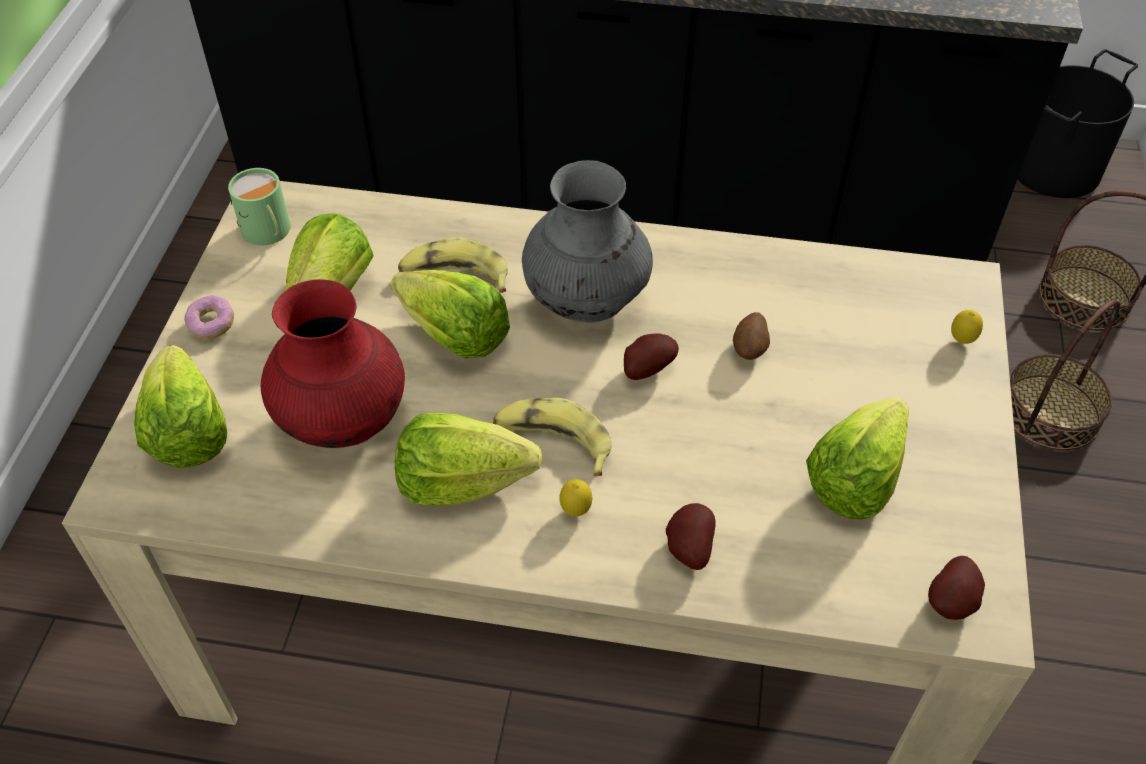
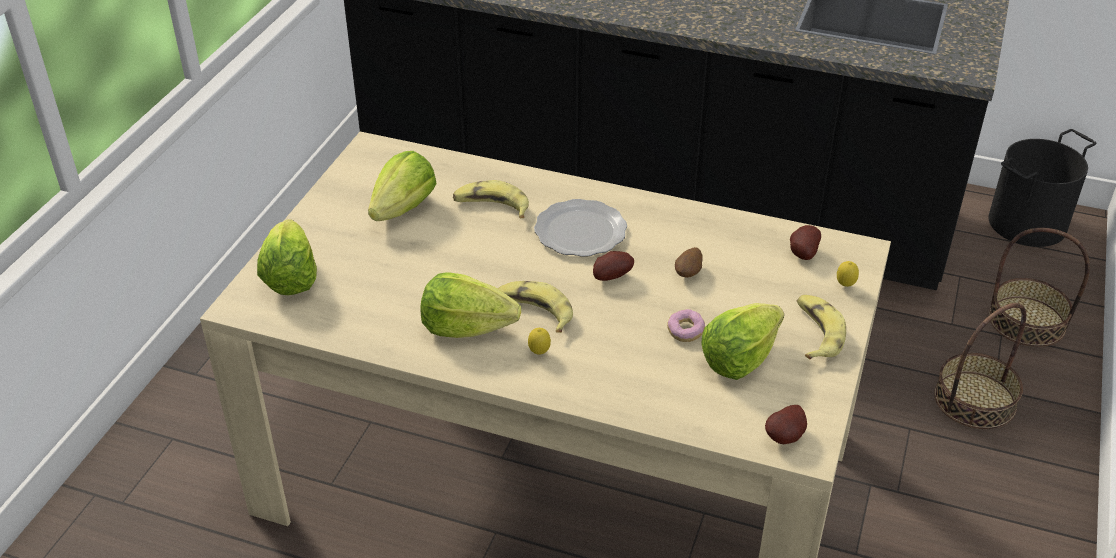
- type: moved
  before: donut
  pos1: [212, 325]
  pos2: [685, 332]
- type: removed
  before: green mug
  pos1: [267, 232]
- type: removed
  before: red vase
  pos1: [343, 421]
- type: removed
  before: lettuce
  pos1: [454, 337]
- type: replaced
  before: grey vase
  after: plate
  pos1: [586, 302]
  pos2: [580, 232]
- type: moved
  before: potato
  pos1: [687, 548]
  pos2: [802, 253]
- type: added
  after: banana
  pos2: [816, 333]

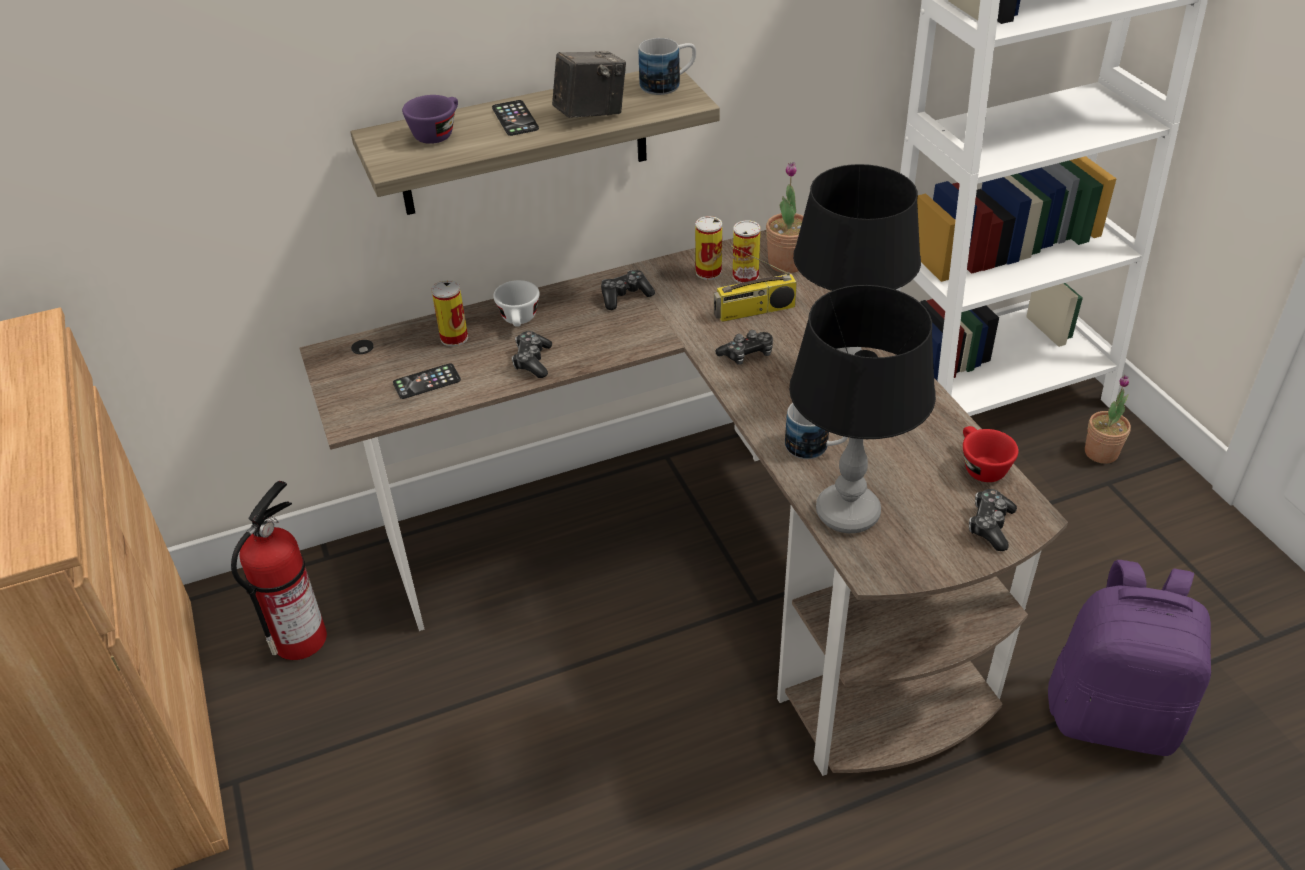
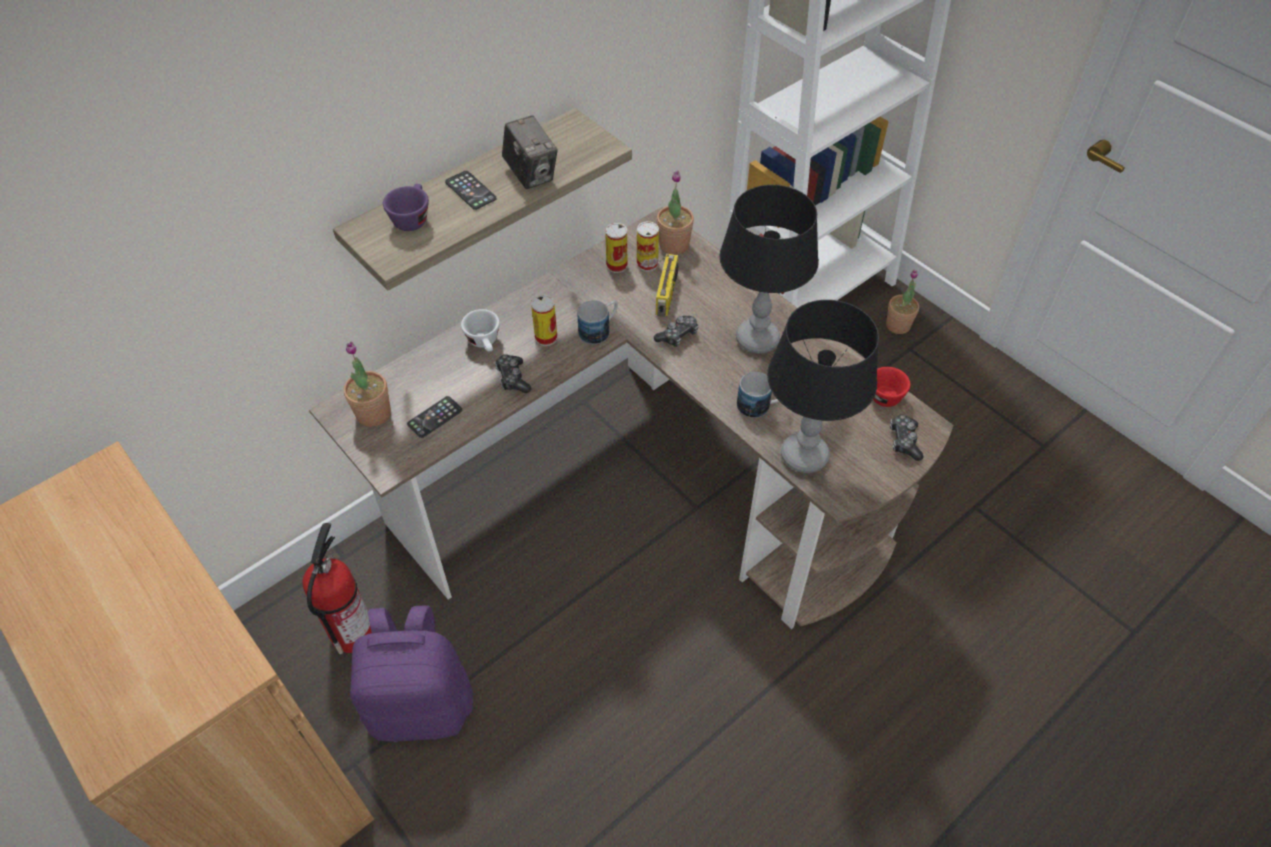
- type: moved
  before: can
  pos1: [454, 338]
  pos2: [546, 337]
- type: turned
  before: photo camera
  pos1: [590, 114]
  pos2: [531, 174]
  turn: 105
- type: removed
  before: game controller
  pos1: [625, 296]
- type: moved
  before: mug
  pos1: [668, 84]
  pos2: [599, 330]
- type: turned
  before: radio
  pos1: [754, 311]
  pos2: [667, 295]
  turn: -45
- type: moved
  before: purple backpack
  pos1: [1113, 715]
  pos2: [422, 705]
- type: added
  after: potted plant
  pos2: [373, 413]

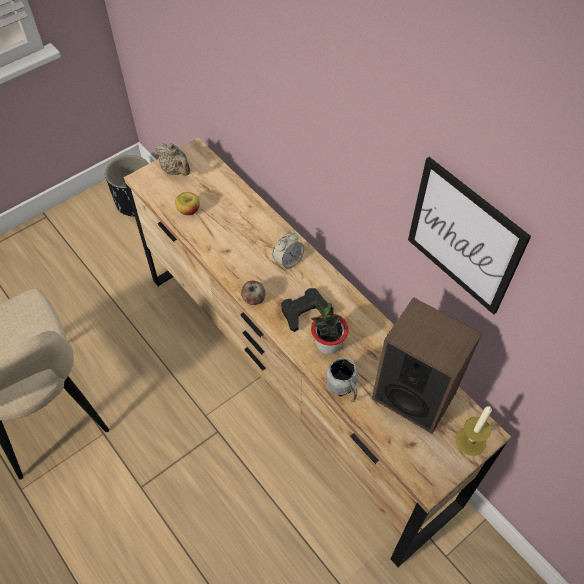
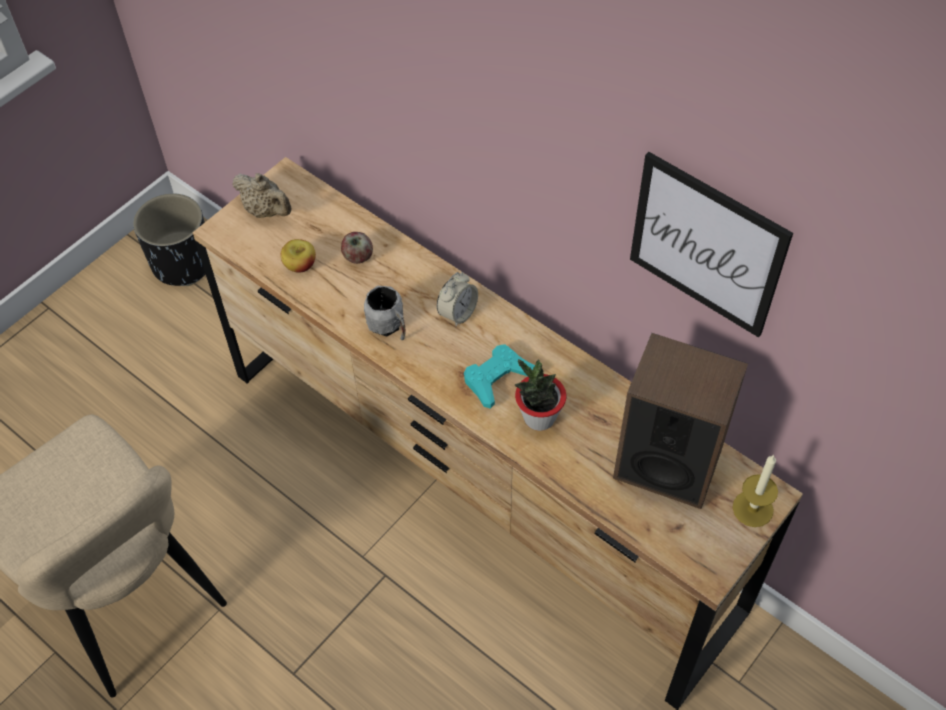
- type: moved
  before: apple
  pos1: [253, 299]
  pos2: [358, 257]
- type: recoloured
  before: black game controller
  after: turquoise game controller
  pos1: [305, 311]
  pos2: [497, 378]
- type: moved
  before: grey mug
  pos1: [343, 389]
  pos2: [389, 327]

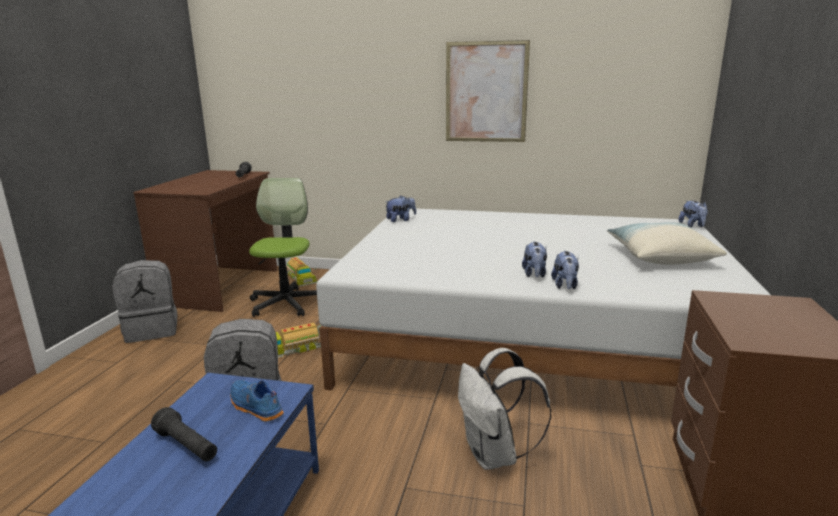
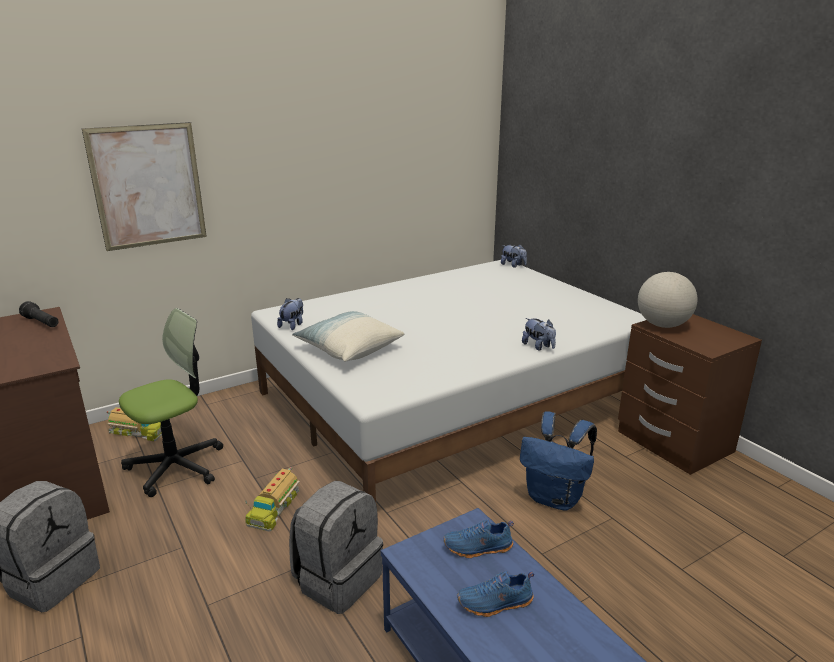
- type: replaced
  before: black flashlight
  after: blue shoe
  pos1: [187, 446]
  pos2: [495, 604]
- type: turned
  before: office chair
  pos1: [286, 303]
  pos2: [176, 466]
  turn: 90
- type: moved
  before: picture
  pos1: [486, 92]
  pos2: [148, 186]
- type: recoloured
  before: white backpack
  after: blue backpack
  pos1: [494, 455]
  pos2: [555, 498]
- type: removed
  before: plush toy
  pos1: [534, 274]
- type: moved
  before: pillow
  pos1: [660, 257]
  pos2: [348, 349]
- type: added
  after: globe
  pos2: [662, 325]

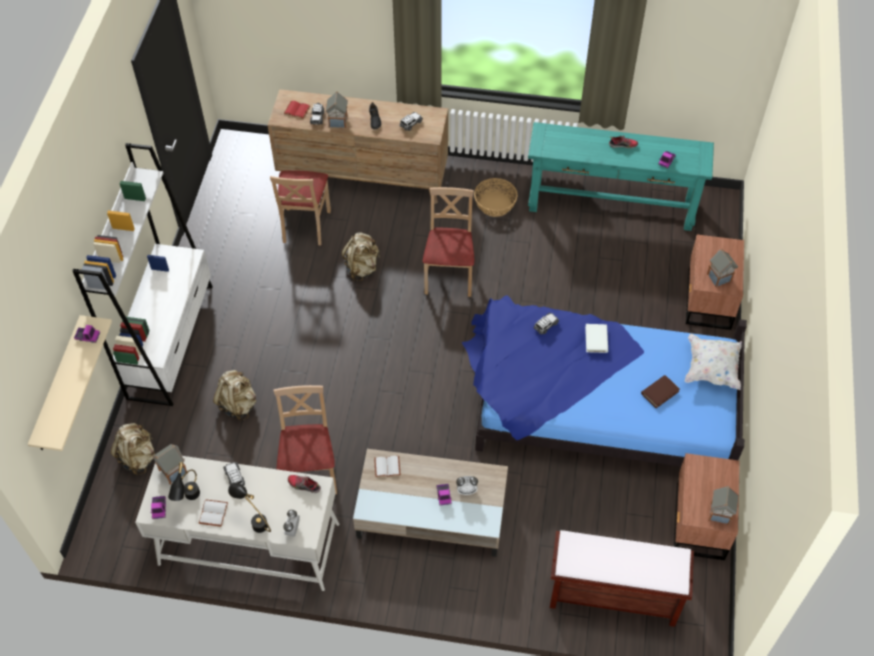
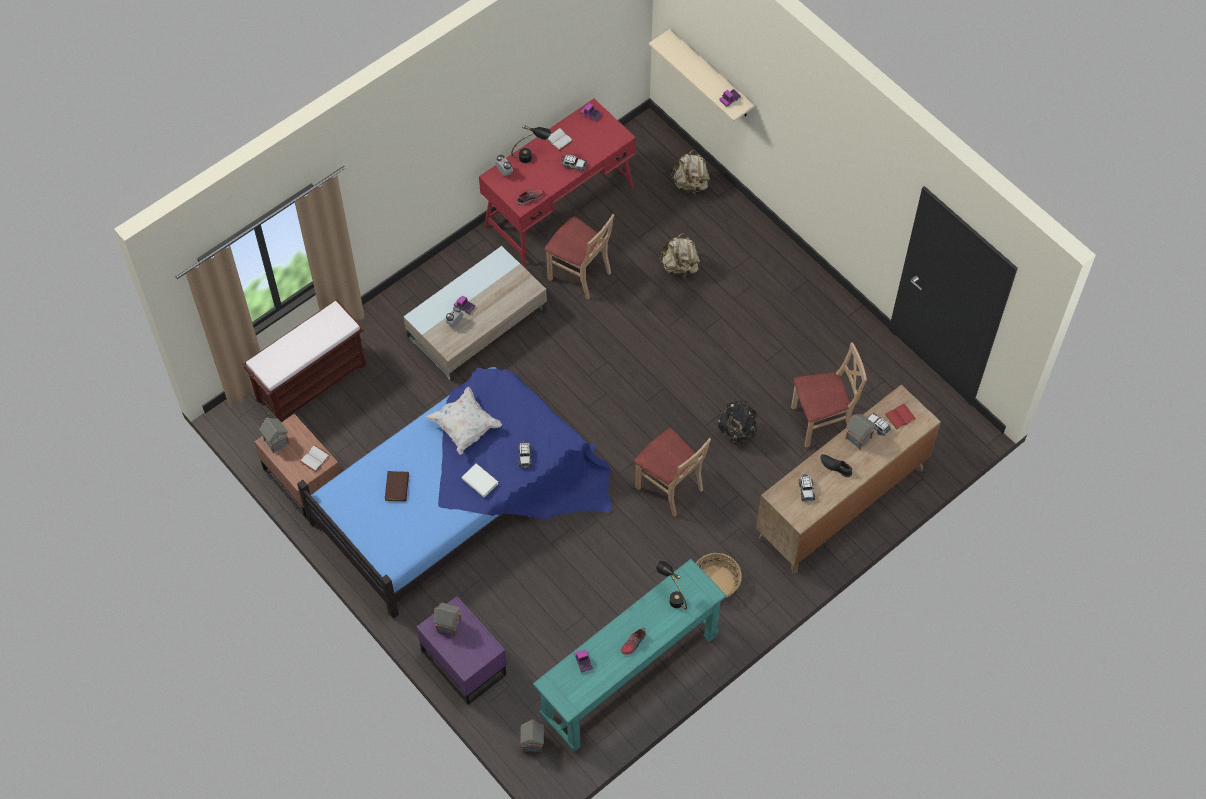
- type: removed
  before: white bookcase
  pos1: [171, 340]
- type: recoloured
  before: white desk
  after: red desk
  pos1: [249, 543]
  pos2: [560, 207]
- type: moved
  before: toy house
  pos1: [173, 471]
  pos2: [533, 743]
- type: moved
  before: black table lamp
  pos1: [189, 500]
  pos2: [672, 596]
- type: turned
  before: beige chair
  pos1: [305, 225]
  pos2: [821, 421]
  turn: 120
- type: recoloured
  before: beige backpack
  after: black backpack
  pos1: [362, 268]
  pos2: [737, 431]
- type: moved
  before: white book
  pos1: [387, 466]
  pos2: [315, 459]
- type: moved
  before: white pillow
  pos1: [712, 369]
  pos2: [465, 426]
- type: recoloured
  before: brown nightstand
  after: purple nightstand
  pos1: [707, 300]
  pos2: [464, 661]

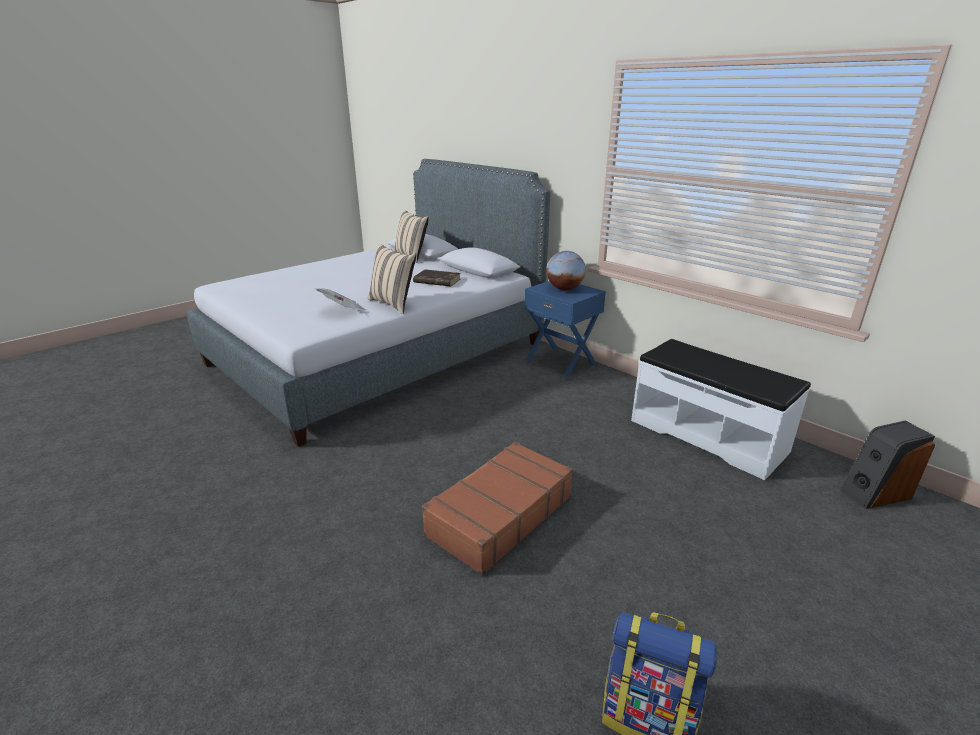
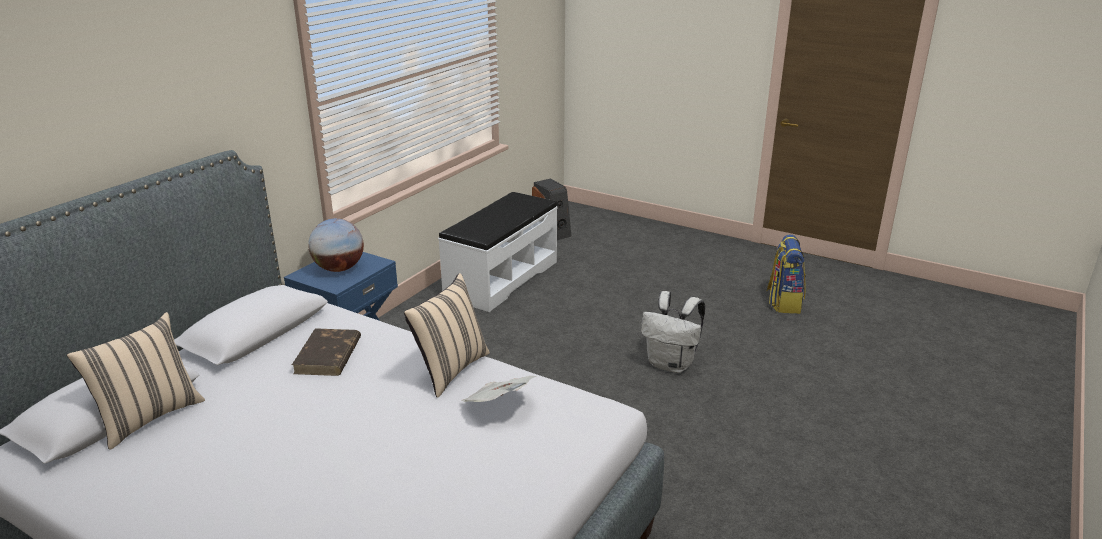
- type: replaced
  before: brown suitcase
  after: white backpack
  pos1: [499, 515]
  pos2: [671, 364]

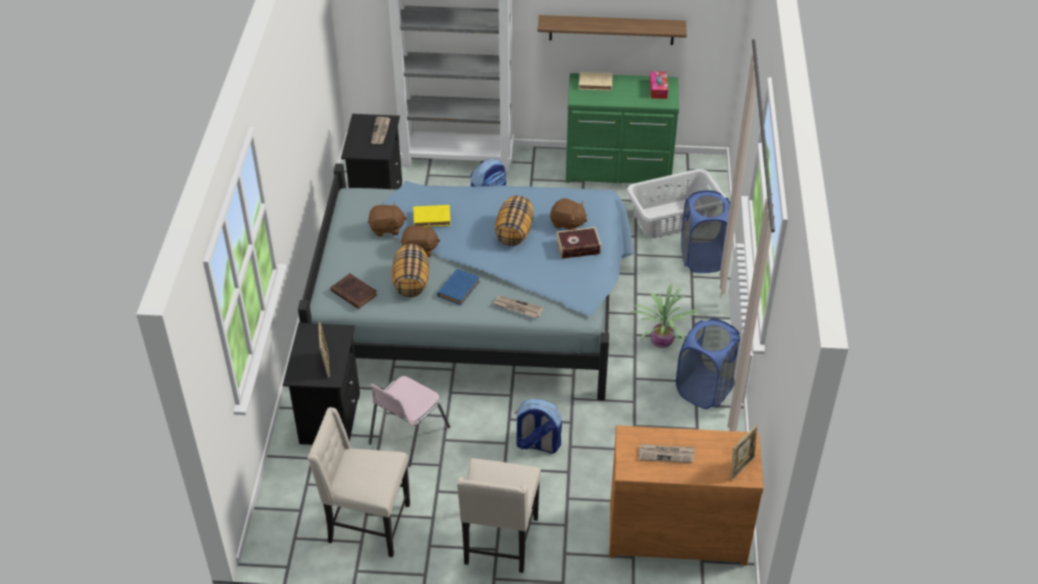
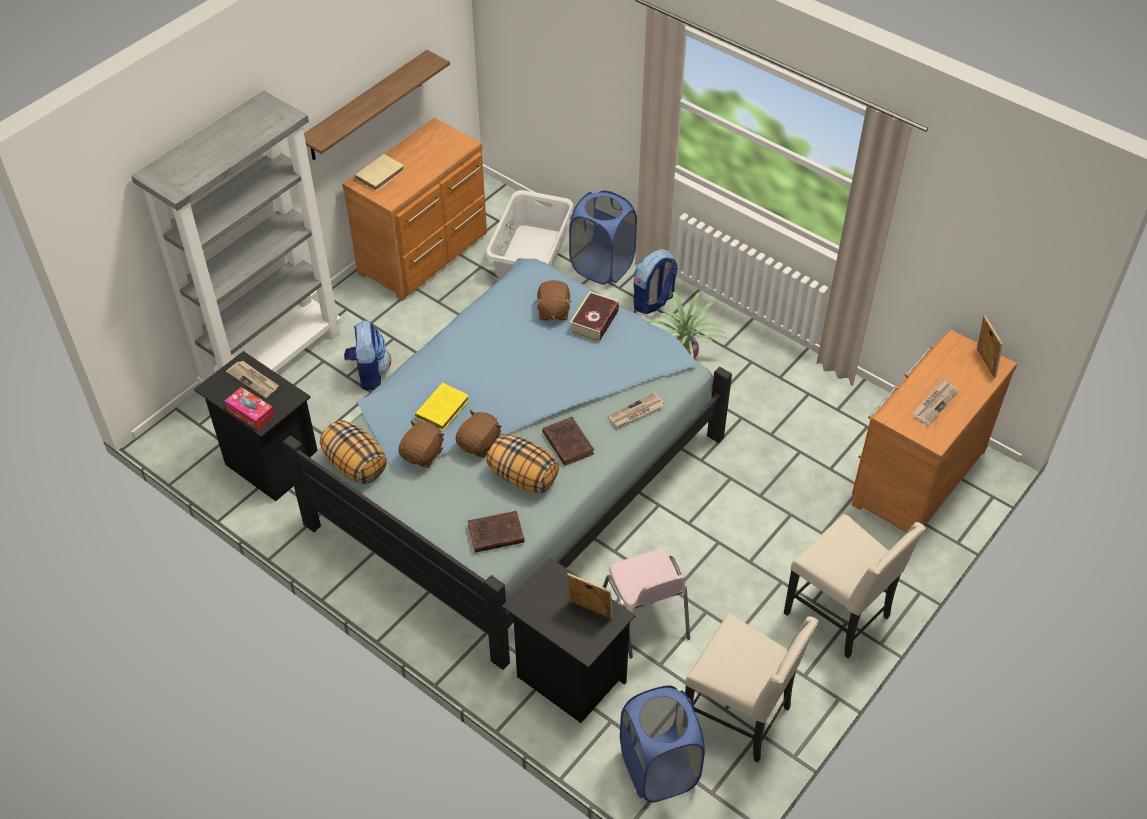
- type: turned
  before: beige chair
  pos1: [367, 524]
  pos2: [739, 716]
  turn: -105
- type: recoloured
  before: blue book
  after: brown book
  pos1: [459, 288]
  pos2: [567, 442]
- type: moved
  before: pillow
  pos1: [514, 232]
  pos2: [355, 465]
- type: moved
  before: backpack
  pos1: [537, 444]
  pos2: [653, 302]
- type: turned
  before: brown plush toy
  pos1: [567, 224]
  pos2: [553, 311]
  turn: 120
- type: recoloured
  before: green dresser
  after: brown dresser
  pos1: [619, 170]
  pos2: [426, 254]
- type: moved
  before: tissue box
  pos1: [658, 89]
  pos2: [251, 413]
- type: moved
  before: blue laundry basket
  pos1: [705, 389]
  pos2: [659, 769]

